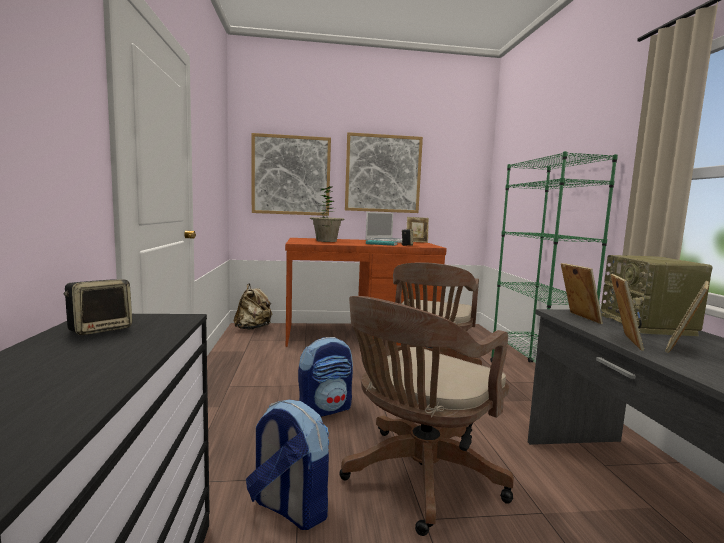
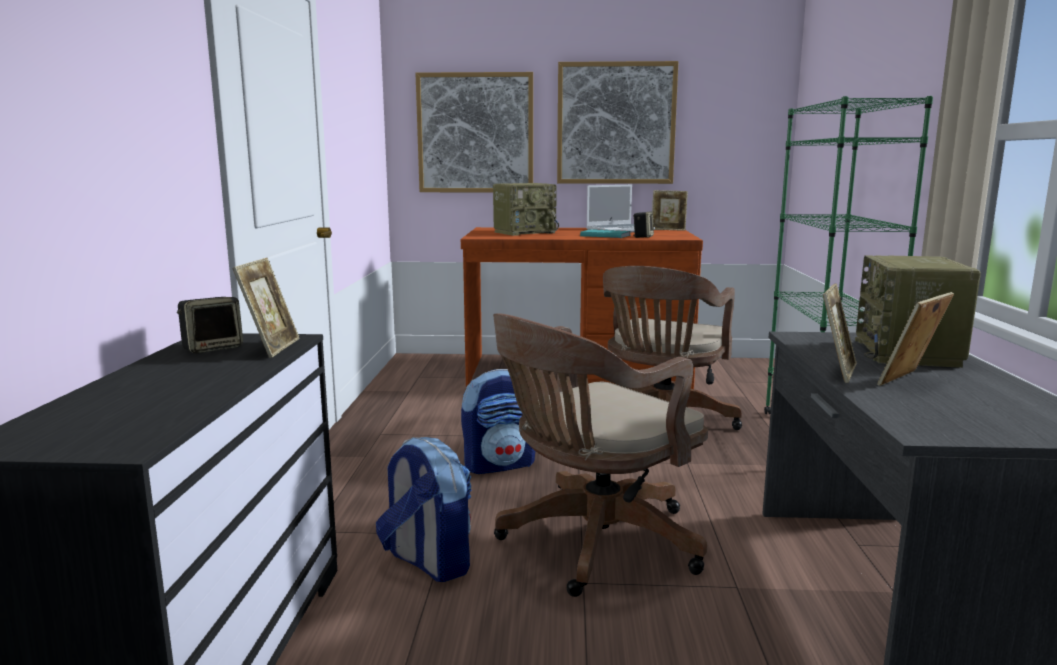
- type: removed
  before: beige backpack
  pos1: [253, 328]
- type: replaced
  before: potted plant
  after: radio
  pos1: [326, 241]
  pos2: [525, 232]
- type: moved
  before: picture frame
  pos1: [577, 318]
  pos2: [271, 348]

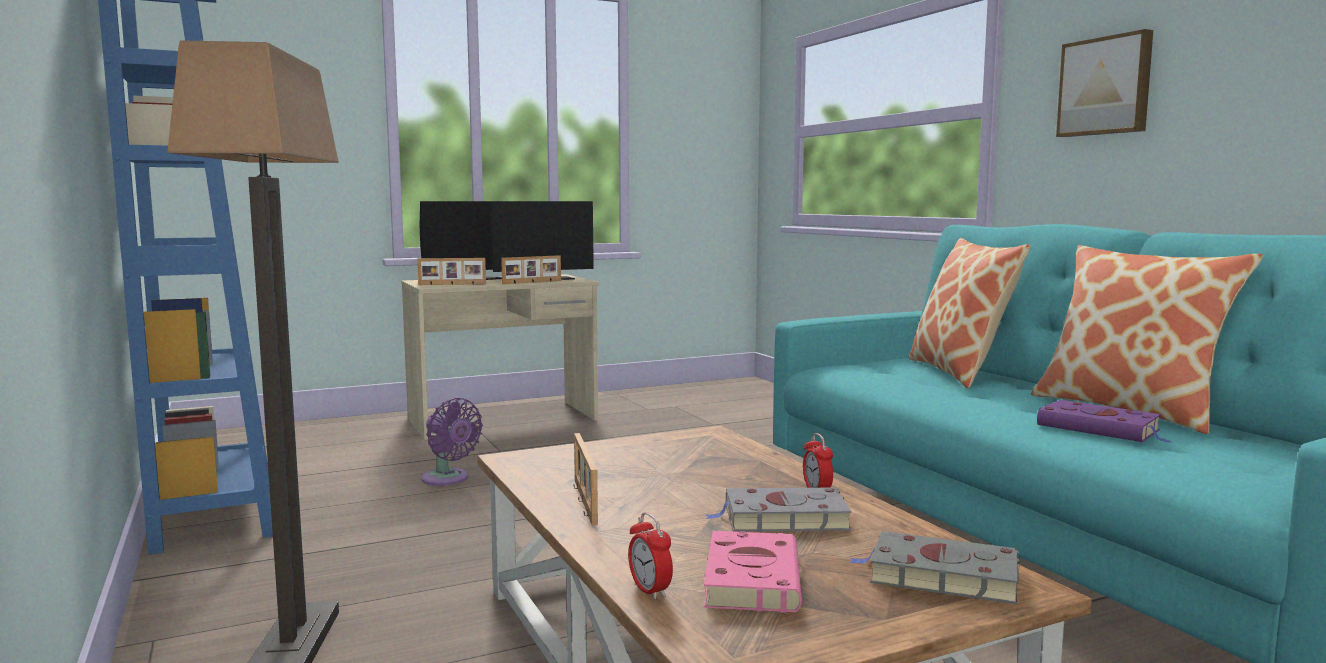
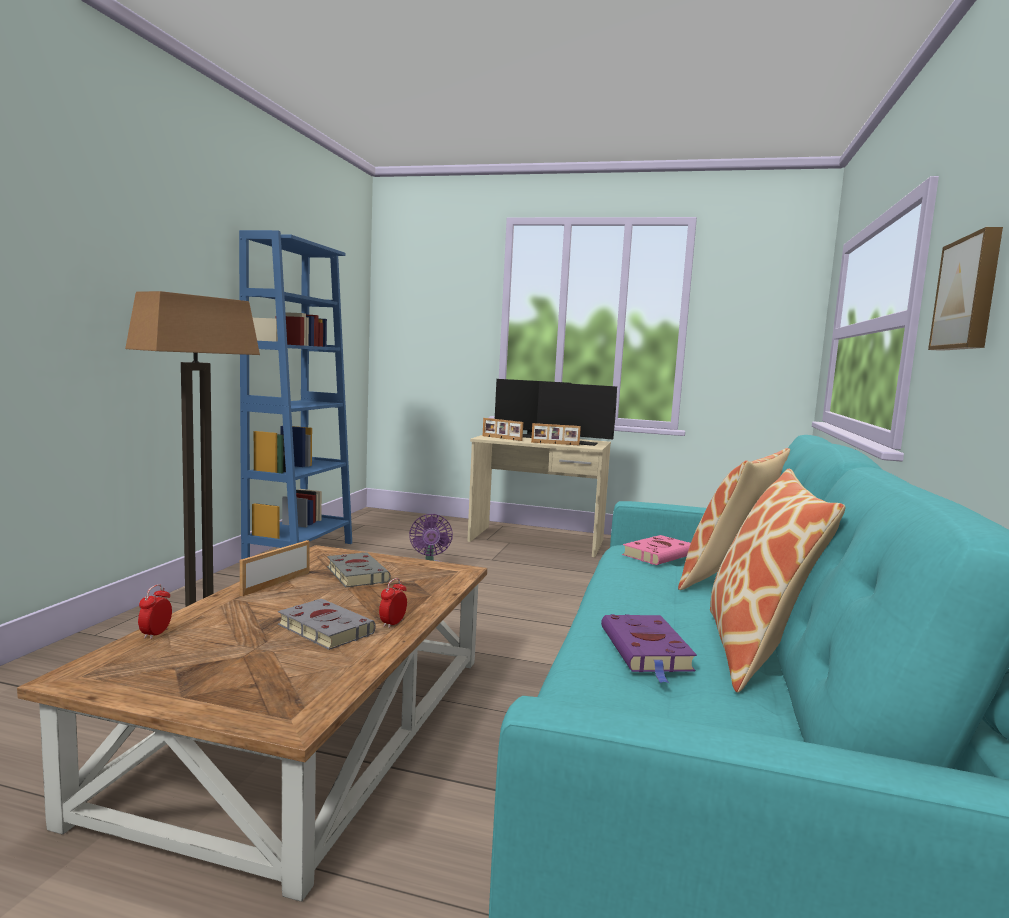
- type: moved
  before: pink book
  pos1: [751, 578]
  pos2: [659, 554]
- type: moved
  before: grey book
  pos1: [938, 576]
  pos2: [356, 574]

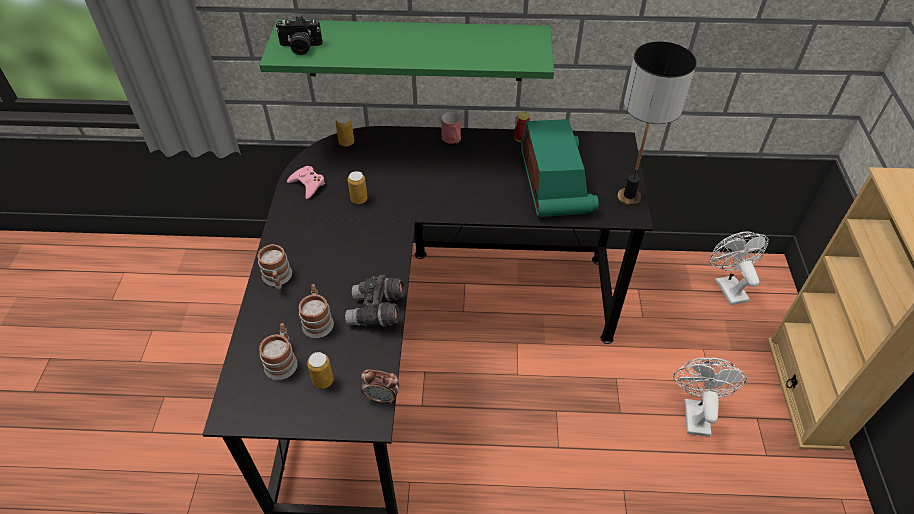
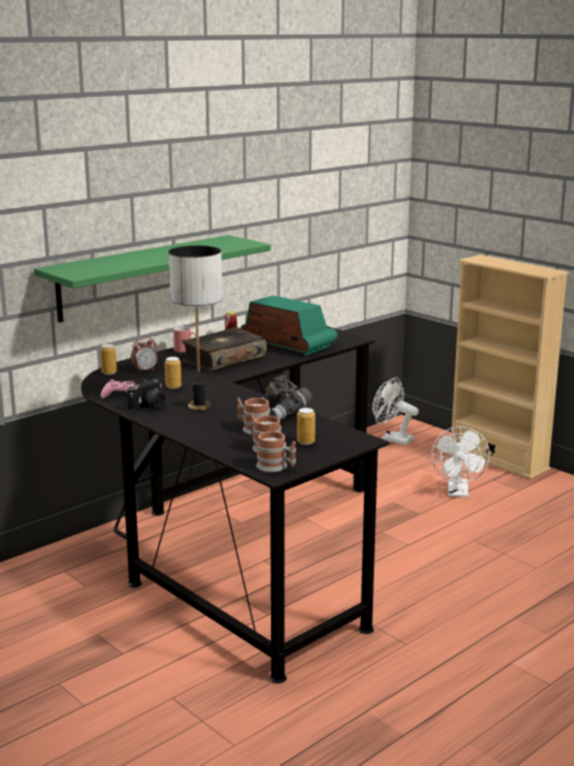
- type: moved
  before: mug
  pos1: [278, 279]
  pos2: [276, 467]
- type: moved
  before: photo camera
  pos1: [300, 47]
  pos2: [149, 406]
- type: moved
  before: alarm clock
  pos1: [382, 397]
  pos2: [145, 370]
- type: moved
  before: table lamp
  pos1: [629, 197]
  pos2: [200, 406]
- type: turned
  before: white fan
  pos1: [695, 412]
  pos2: [458, 493]
  turn: -135
- type: added
  after: book
  pos2: [223, 359]

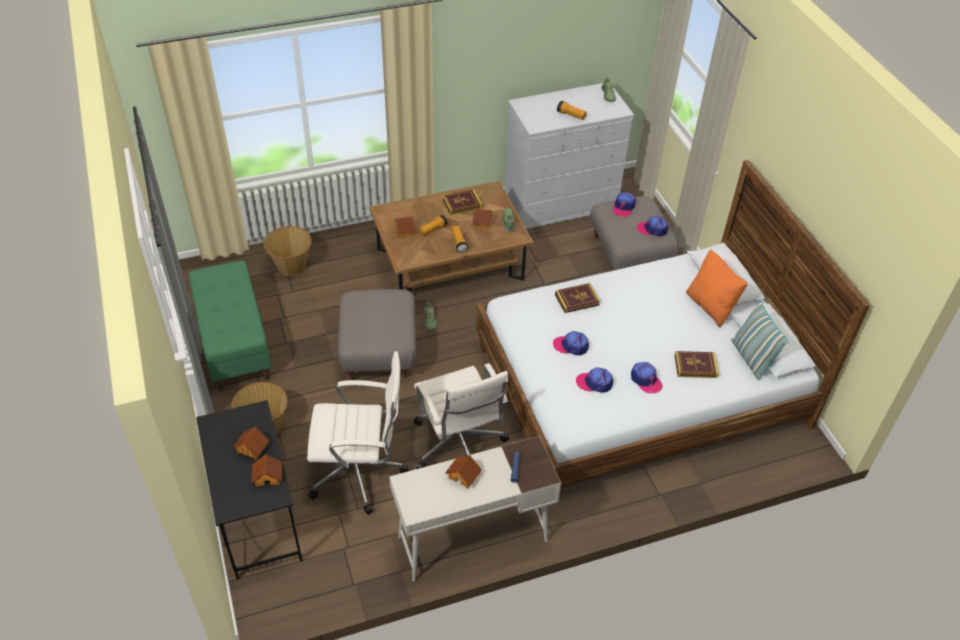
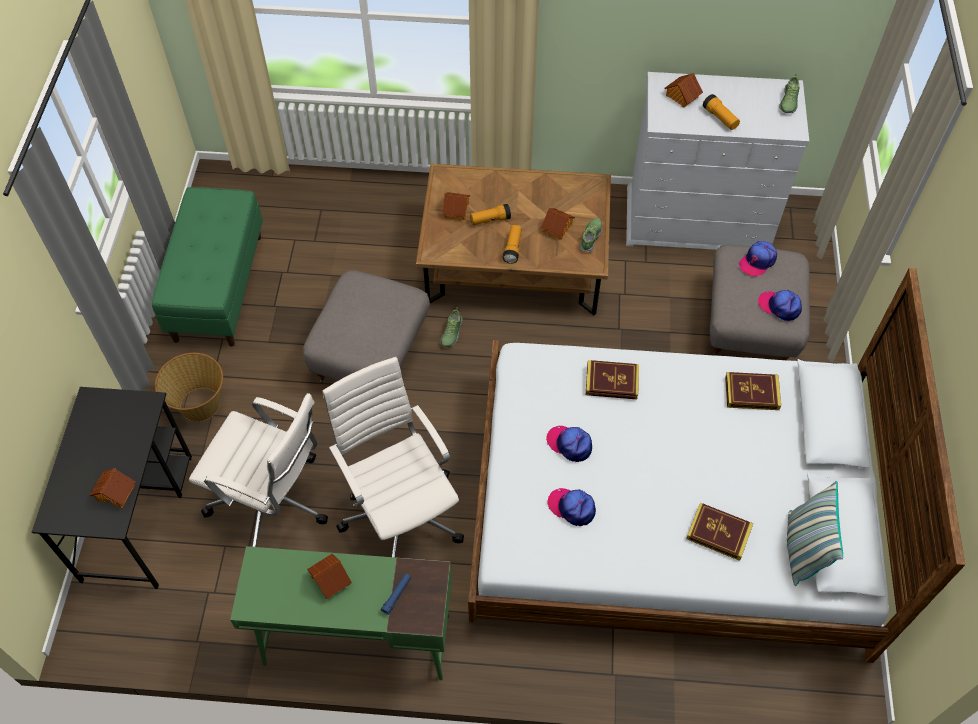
- type: moved
  before: toy house
  pos1: [251, 448]
  pos2: [681, 96]
- type: removed
  before: basket
  pos1: [291, 265]
- type: recoloured
  before: white desk
  after: green desk
  pos1: [472, 539]
  pos2: [356, 639]
- type: turned
  before: white office chair
  pos1: [458, 446]
  pos2: [401, 512]
  turn: 150
- type: moved
  before: book
  pos1: [462, 204]
  pos2: [752, 393]
- type: removed
  before: cap
  pos1: [645, 380]
- type: removed
  before: orange pillow
  pos1: [710, 306]

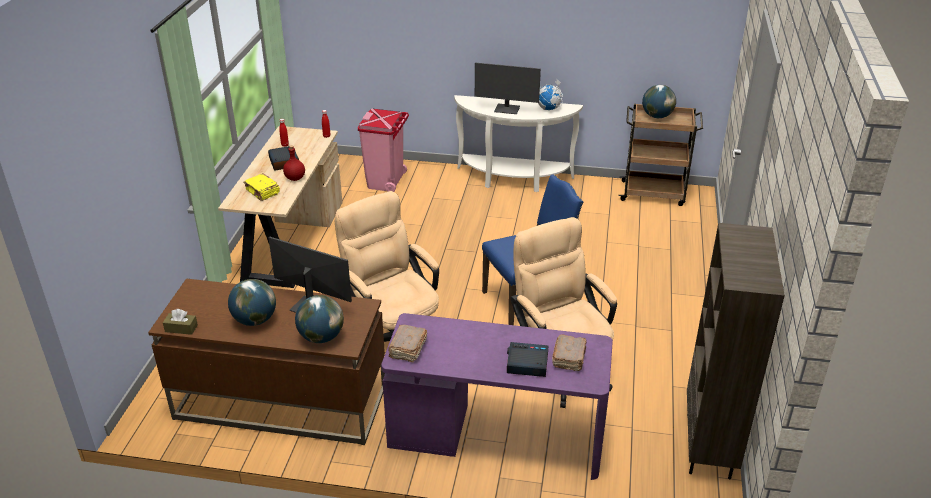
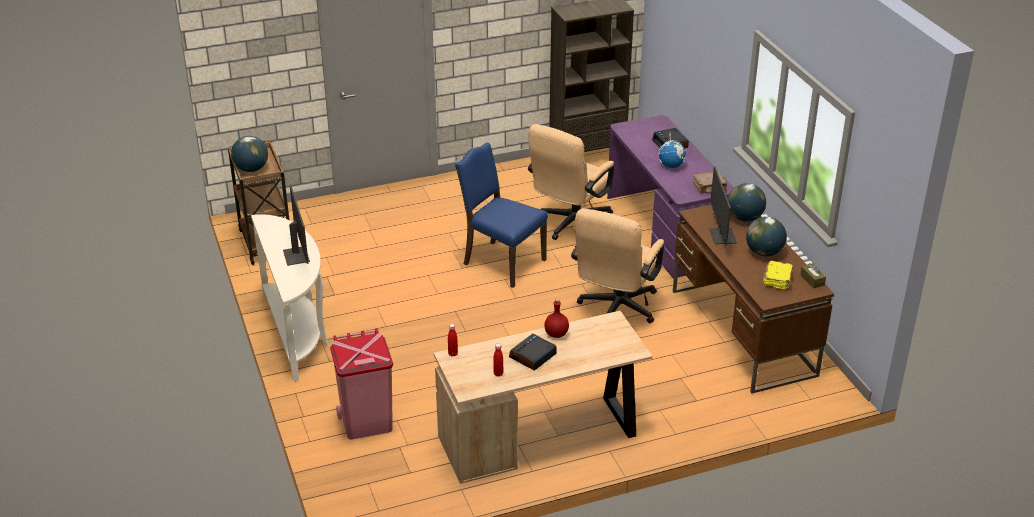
- type: moved
  before: yellow book
  pos1: [262, 192]
  pos2: [777, 280]
- type: moved
  before: globe
  pos1: [549, 109]
  pos2: [671, 166]
- type: removed
  before: brown book
  pos1: [569, 358]

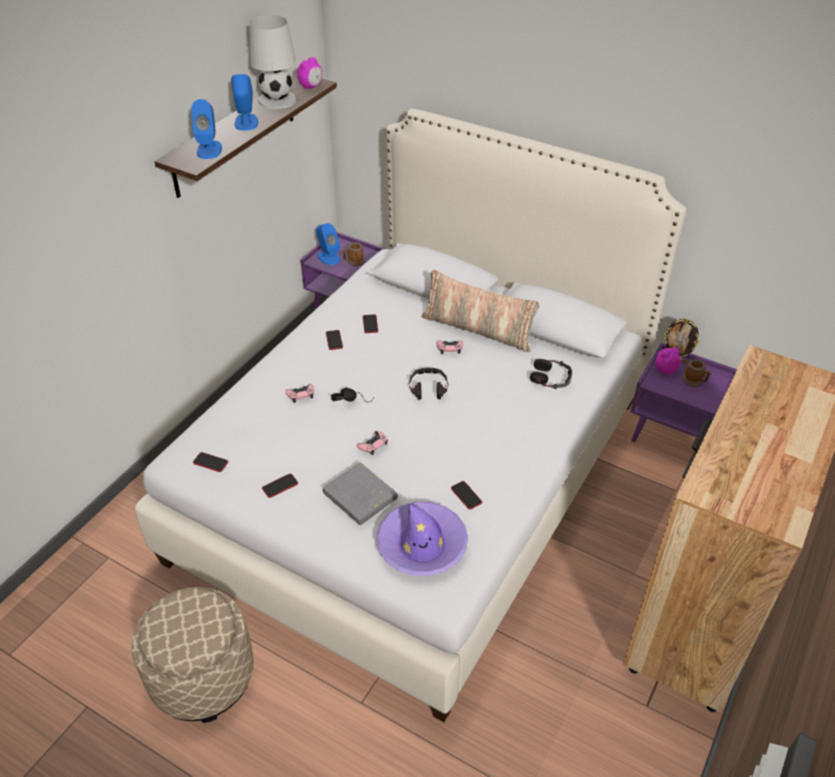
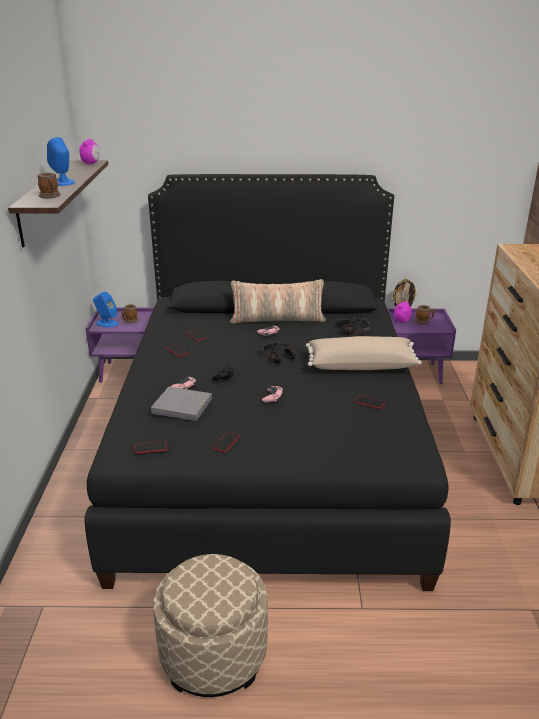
- type: recoloured
  before: white bed
  after: black bed
  pos1: [416, 475]
  pos2: [268, 450]
- type: replaced
  before: blue speaker
  after: mug
  pos1: [209, 149]
  pos2: [50, 196]
- type: removed
  before: white table lamp
  pos1: [277, 100]
- type: moved
  before: grey book
  pos1: [360, 496]
  pos2: [182, 407]
- type: removed
  before: purple hat
  pos1: [422, 545]
- type: added
  after: beige pillow
  pos2: [361, 365]

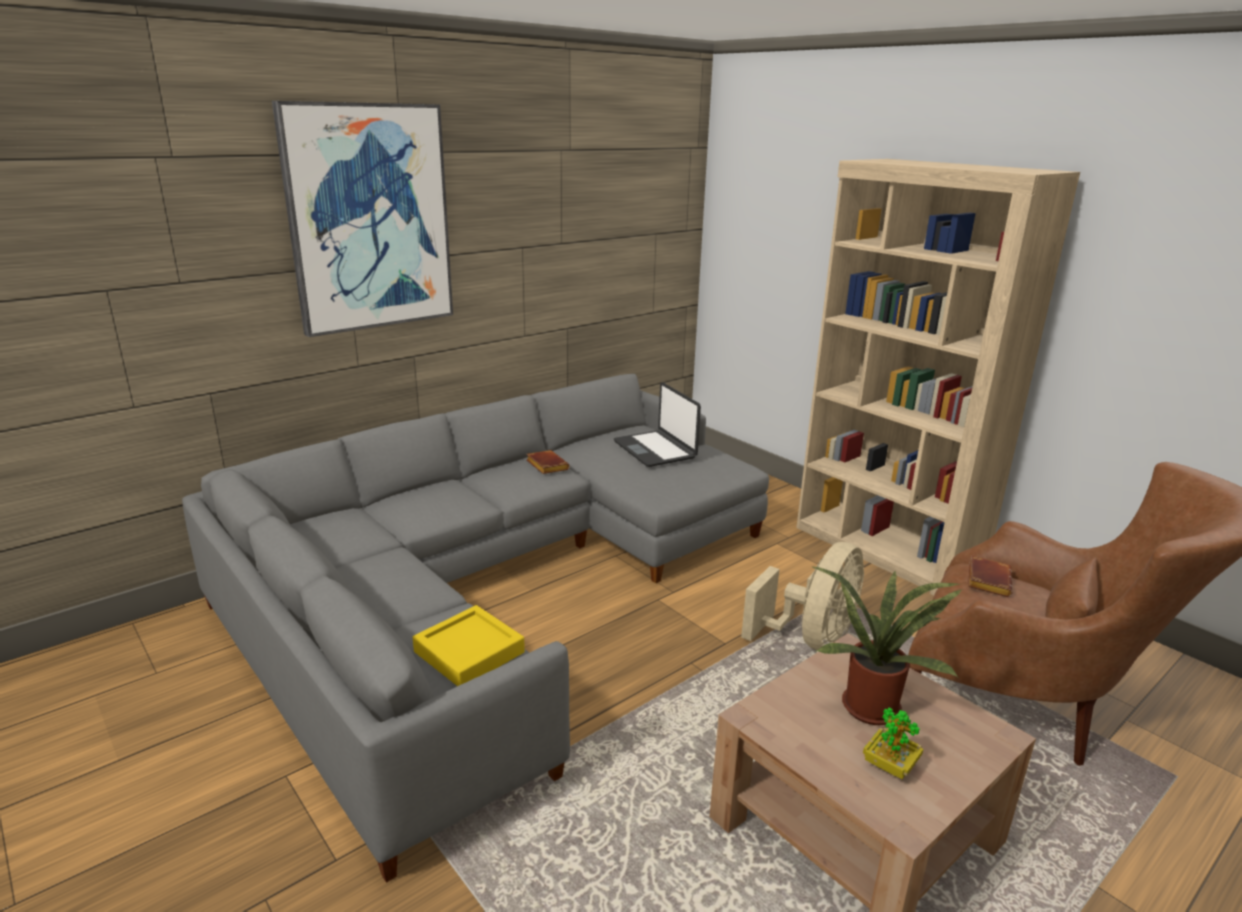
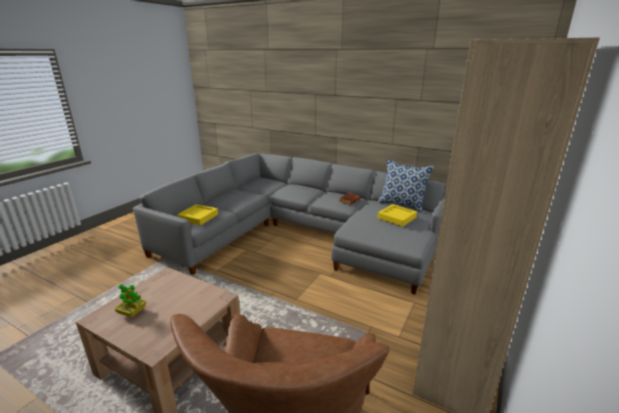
- type: removed
  before: picture
  pos1: [369, 218]
- type: replaced
  before: laptop
  after: yellow tray
  pos1: [655, 449]
  pos2: [396, 218]
- type: removed
  before: beige fan
  pos1: [811, 639]
- type: removed
  before: potted plant
  pos1: [872, 704]
- type: removed
  before: brown book
  pos1: [986, 580]
- type: added
  after: pillow
  pos2: [402, 205]

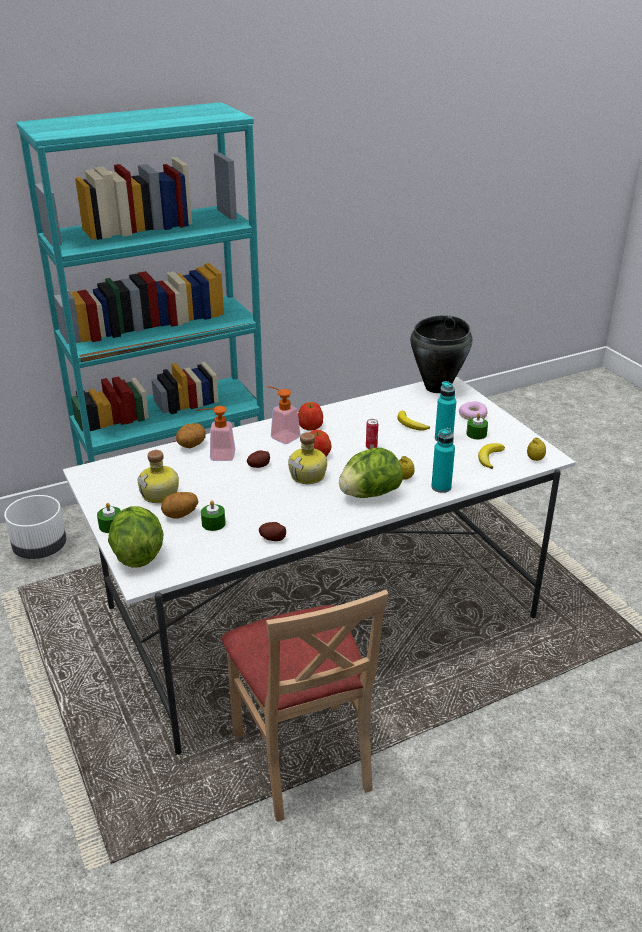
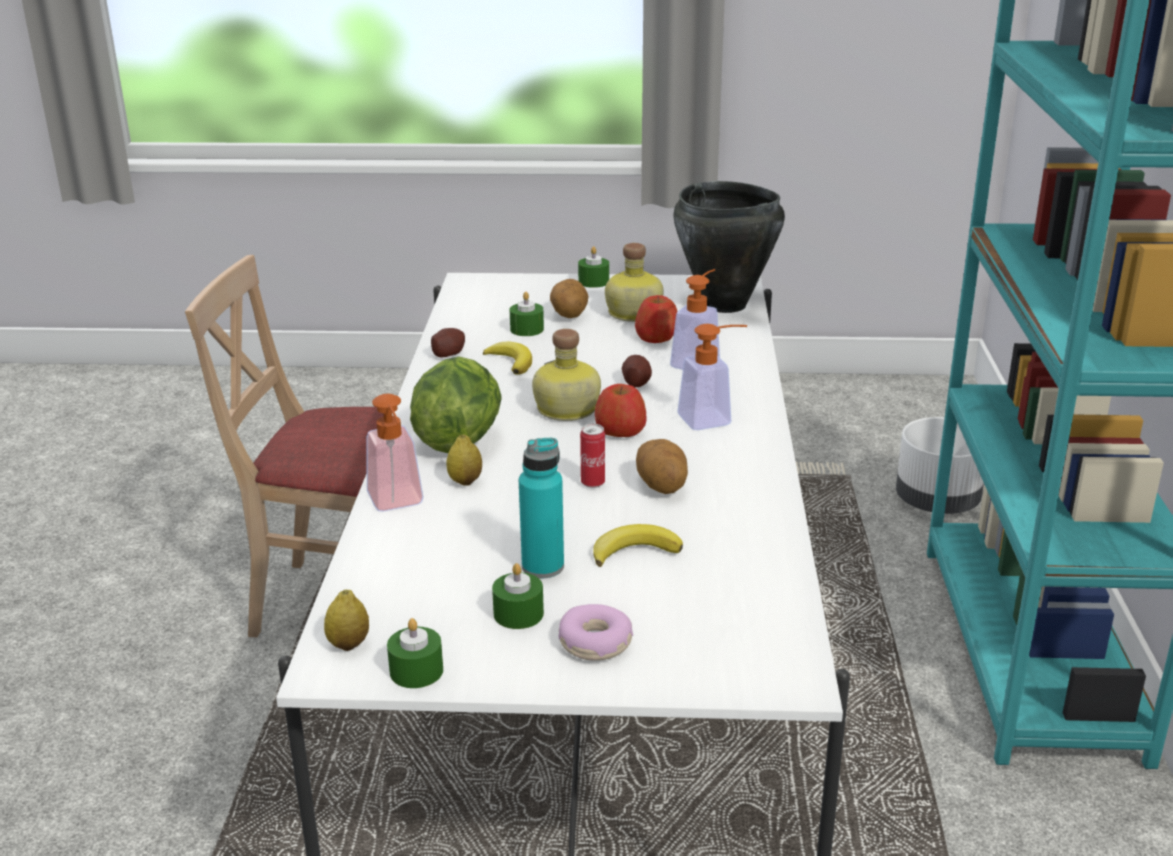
- type: removed
  before: lettuce
  pos1: [137, 555]
- type: moved
  before: potato
  pos1: [191, 445]
  pos2: [662, 487]
- type: moved
  before: apple
  pos1: [310, 426]
  pos2: [657, 337]
- type: moved
  before: black cooking pot
  pos1: [438, 387]
  pos2: [724, 305]
- type: replaced
  before: turquoise bottle
  after: soap dispenser
  pos1: [441, 487]
  pos2: [398, 504]
- type: moved
  before: banana
  pos1: [489, 457]
  pos2: [511, 362]
- type: added
  after: green candle
  pos2: [416, 671]

